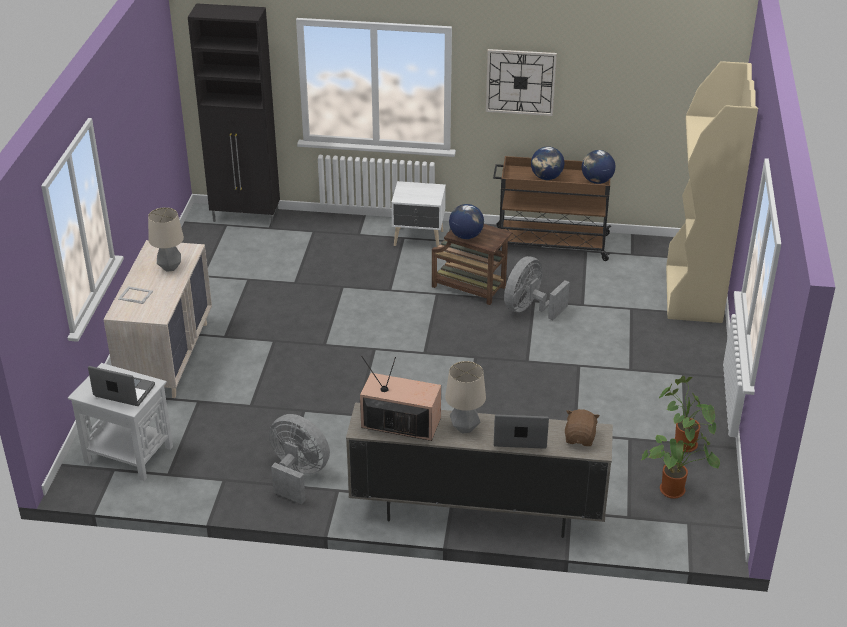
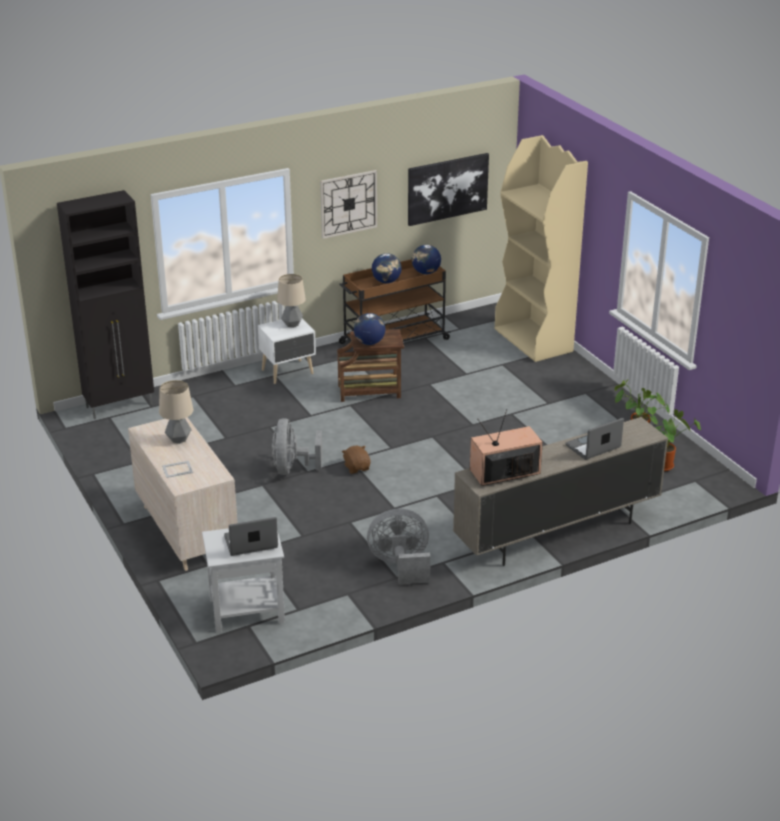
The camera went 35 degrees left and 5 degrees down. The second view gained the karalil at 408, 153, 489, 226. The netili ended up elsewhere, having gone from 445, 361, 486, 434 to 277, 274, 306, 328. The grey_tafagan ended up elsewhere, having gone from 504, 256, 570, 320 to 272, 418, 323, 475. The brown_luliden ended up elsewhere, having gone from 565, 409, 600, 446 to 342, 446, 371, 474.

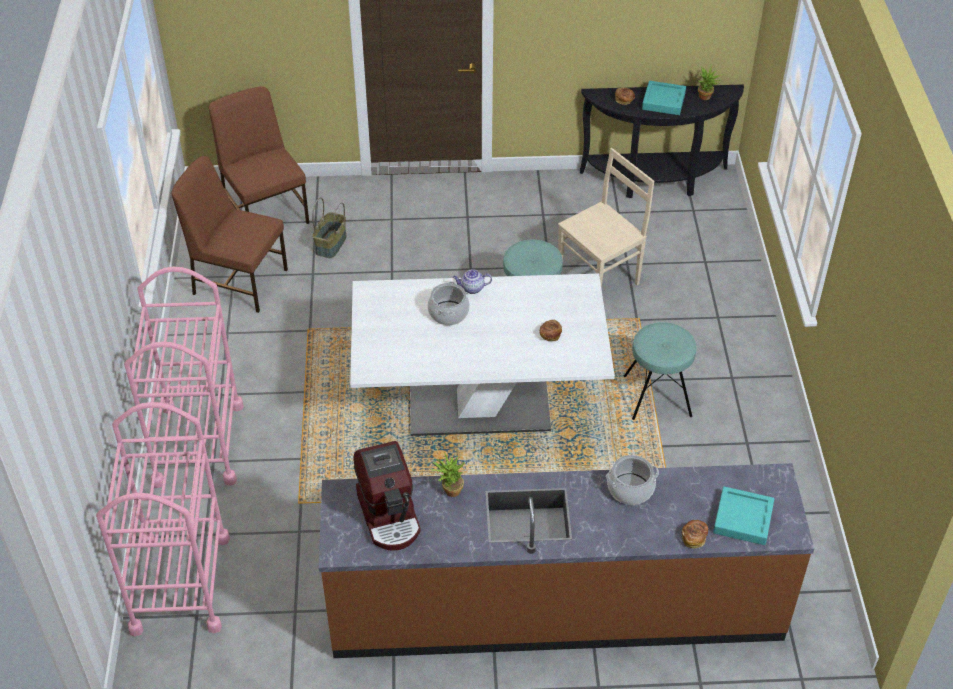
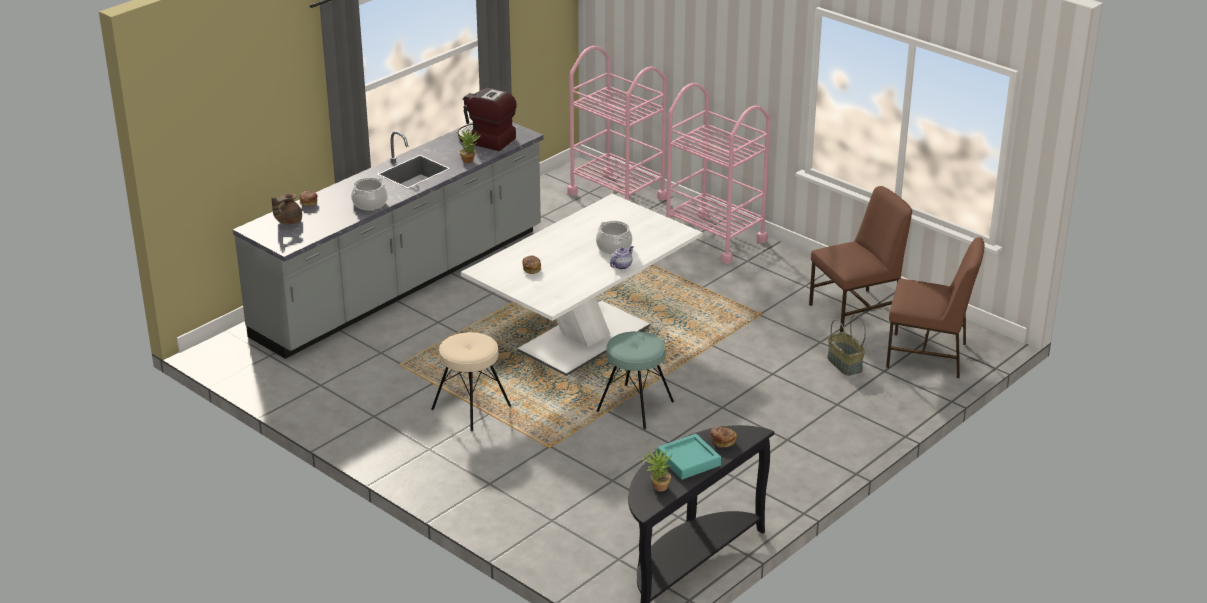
The camera went 135 degrees right and 15 degrees down. The second view lost the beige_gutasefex at 558, 148, 654, 288. Where the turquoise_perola stood at 713, 486, 774, 545, the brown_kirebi came to stand at 272, 193, 302, 225. What was the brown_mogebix at 319, 463, 814, 658 turned into the grey_mogebix at 233, 122, 543, 359. What was the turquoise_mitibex at 624, 322, 697, 420 turned into the beige_mitibex at 431, 332, 511, 431.

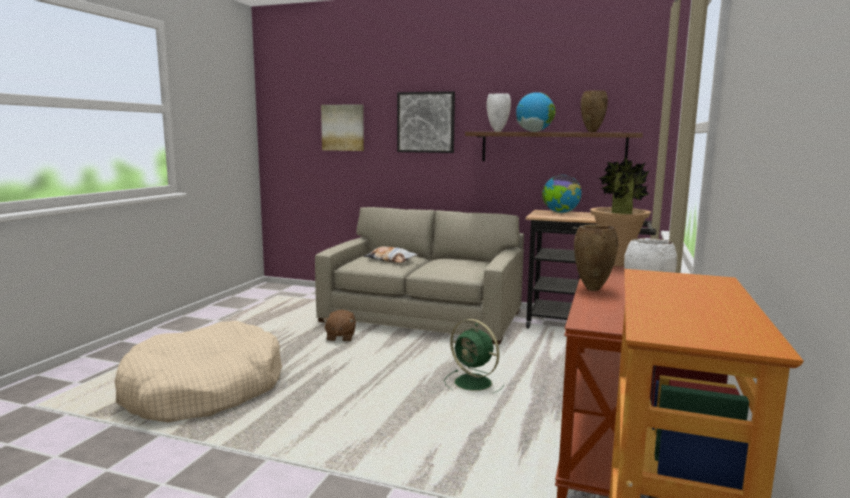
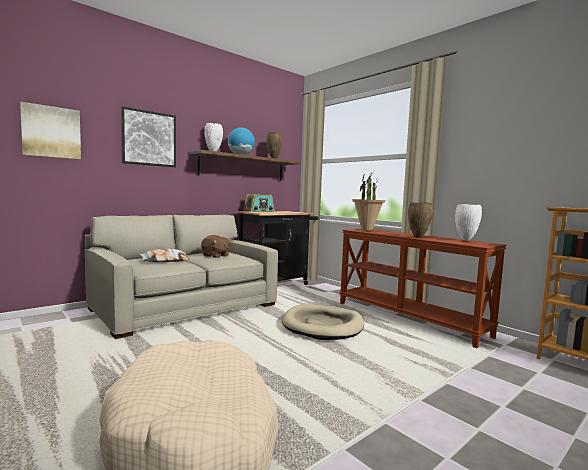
The camera went 60 degrees left and 5 degrees down. The brown_luliden ended up elsewhere, having gone from 323, 310, 356, 341 to 201, 235, 230, 258. Where the green_tafagan stood at 444, 319, 504, 394, the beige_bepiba came to stand at 282, 304, 364, 340. Where the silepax stood at 542, 175, 581, 213, the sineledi came to stand at 244, 194, 274, 212.

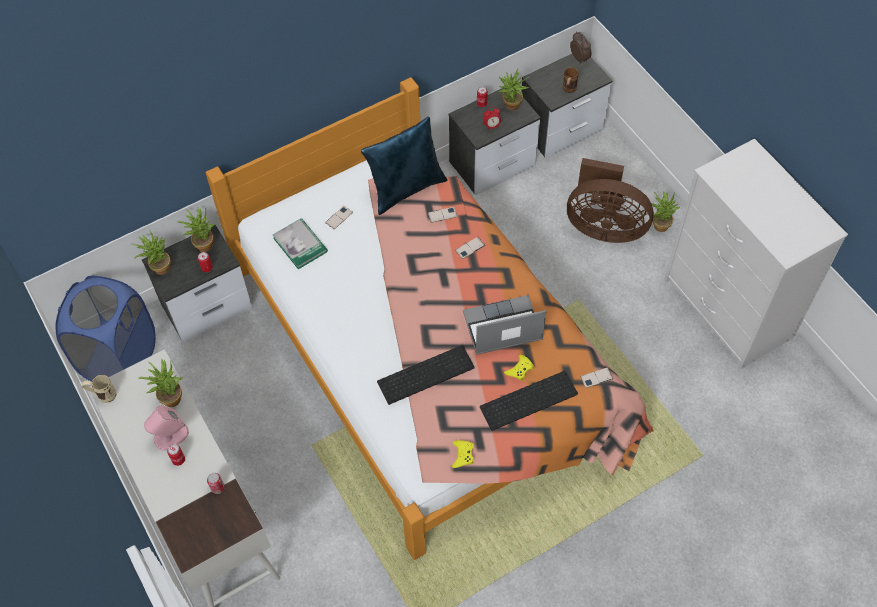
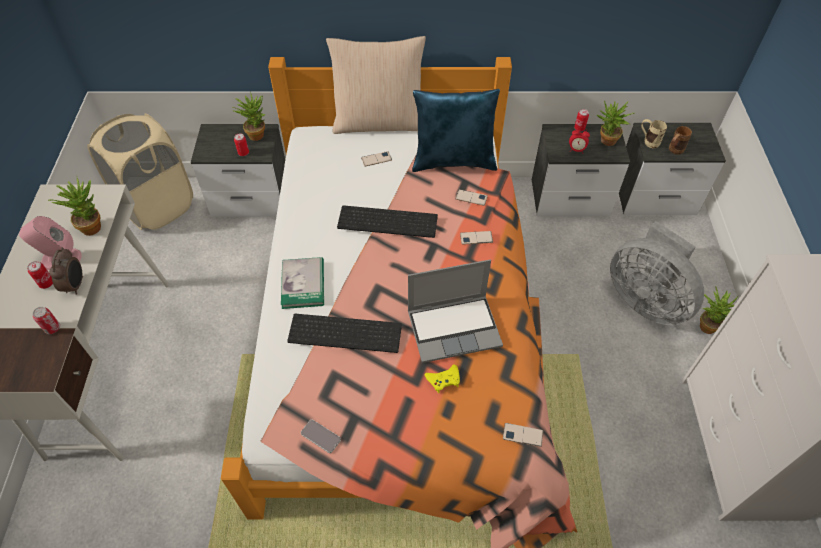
The camera went 30 degrees right and 5 degrees down. The second view lost the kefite at 132, 231, 171, 275. The second view gained the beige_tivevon at 326, 36, 426, 134. The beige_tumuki ended up elsewhere, having gone from 82, 375, 117, 403 to 641, 119, 667, 148. The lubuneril ended up elsewhere, having gone from 273, 218, 328, 269 to 281, 257, 324, 309. The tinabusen ended up elsewhere, having gone from 480, 371, 578, 431 to 337, 205, 438, 238. The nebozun ended up elsewhere, having gone from 570, 31, 591, 64 to 49, 247, 83, 295. Where the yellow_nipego stood at 452, 440, 474, 468, the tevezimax came to stand at 301, 420, 341, 453. What was the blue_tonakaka at 55, 276, 156, 381 turned into the beige_tonakaka at 87, 113, 193, 230. What was the brown_tafagan at 567, 158, 654, 243 turned into the grey_tafagan at 610, 221, 704, 325. The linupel at 463, 295, 547, 355 ended up facing another way, 150 degrees clockwise from before.

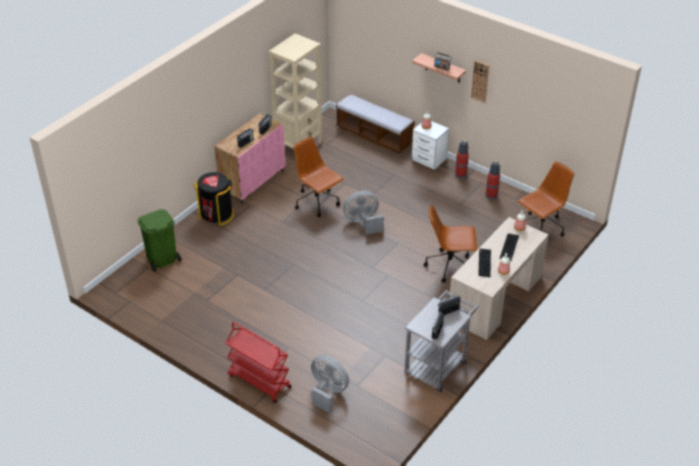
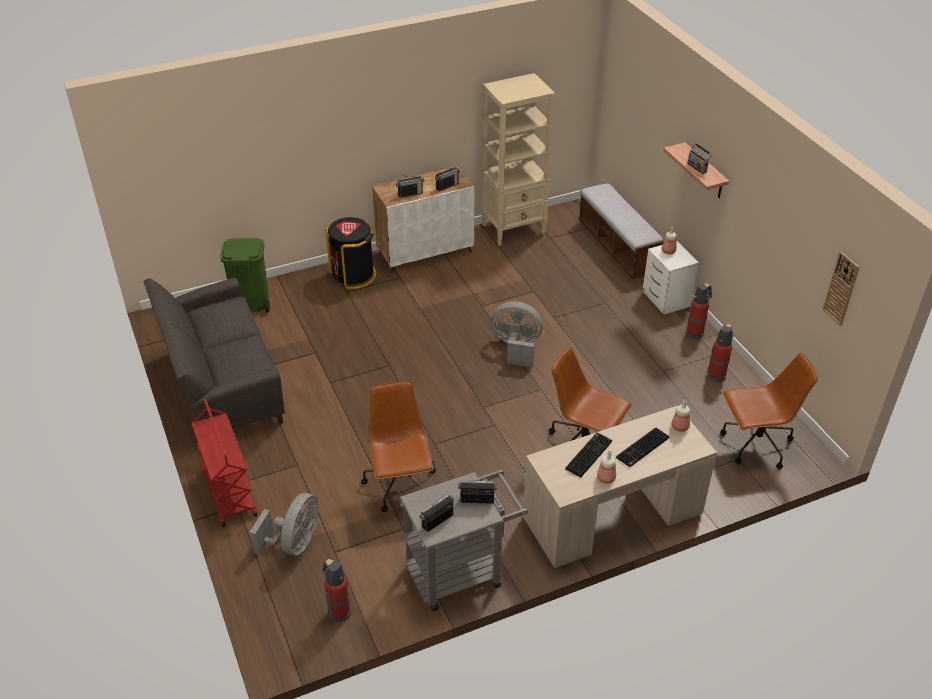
The camera went 30 degrees right and 0 degrees up. The second view gained the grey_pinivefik at 144, 278, 285, 428. The second view gained the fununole at 323, 558, 351, 622. The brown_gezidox ended up elsewhere, having gone from 293, 137, 344, 217 to 361, 382, 436, 512. The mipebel ended up elsewhere, having gone from 471, 60, 489, 103 to 823, 251, 860, 326. What was the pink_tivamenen at 214, 114, 286, 205 turned into the white_tivamenen at 372, 166, 475, 273. The grey_tafagan at 311, 355, 349, 414 ended up facing another way, 45 degrees clockwise from before.

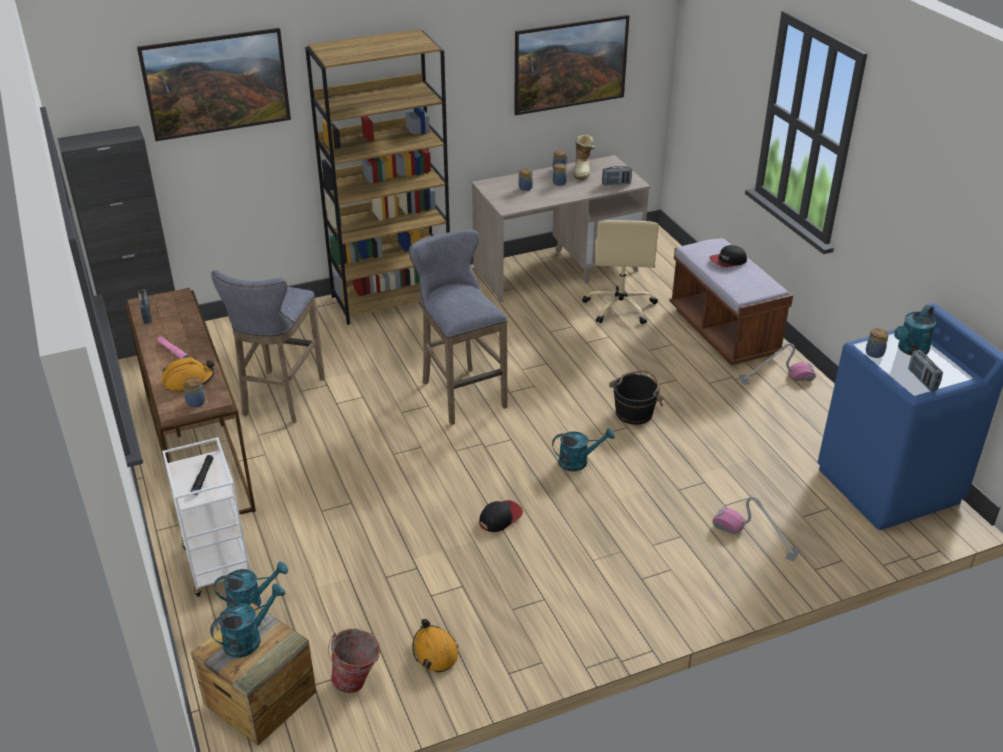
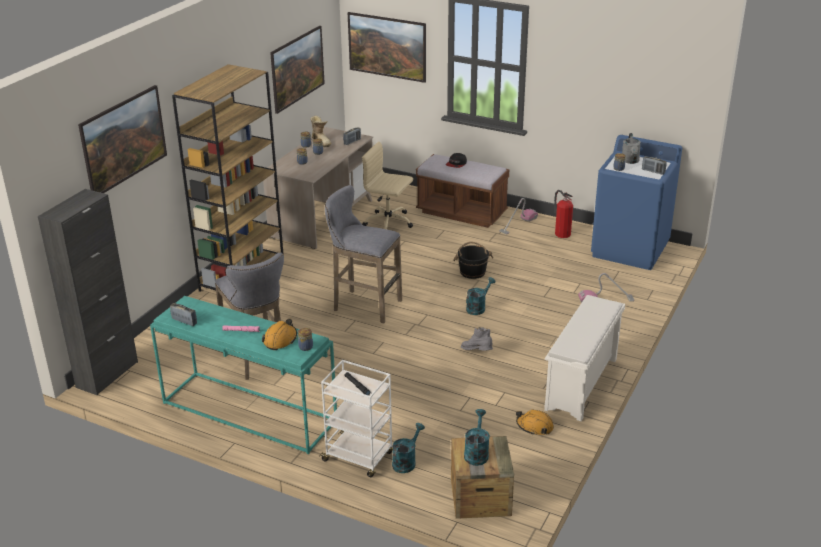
The camera went 40 degrees left and 5 degrees down. The second view lost the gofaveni at 328, 629, 380, 693. The second view gained the karalil at 348, 12, 426, 83. The second view gained the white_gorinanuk at 544, 295, 625, 422. The second view gained the fununole at 554, 190, 573, 238. Where the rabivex stood at 479, 500, 523, 532, the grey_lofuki came to stand at 461, 327, 493, 350. What was the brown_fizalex at 125, 288, 256, 516 turned into the turquoise_fizalex at 150, 296, 337, 454. What was the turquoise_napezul at 894, 305, 936, 356 turned into the grey_napezul at 622, 133, 641, 164. The beige_gezidox at 582, 220, 659, 324 ended up facing another way, 150 degrees clockwise from before.

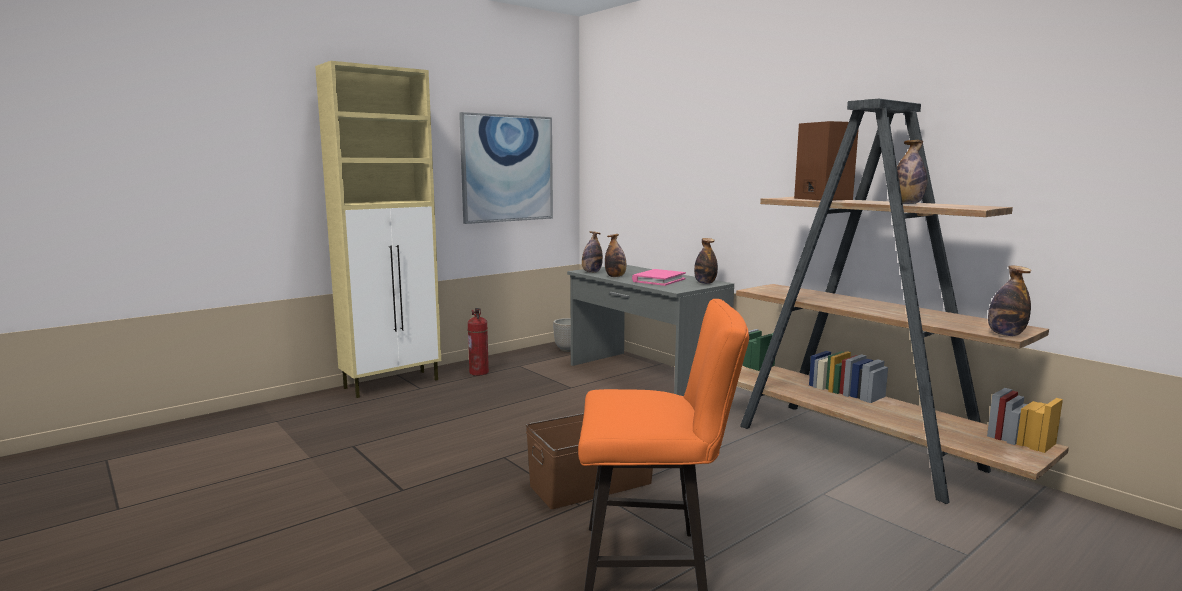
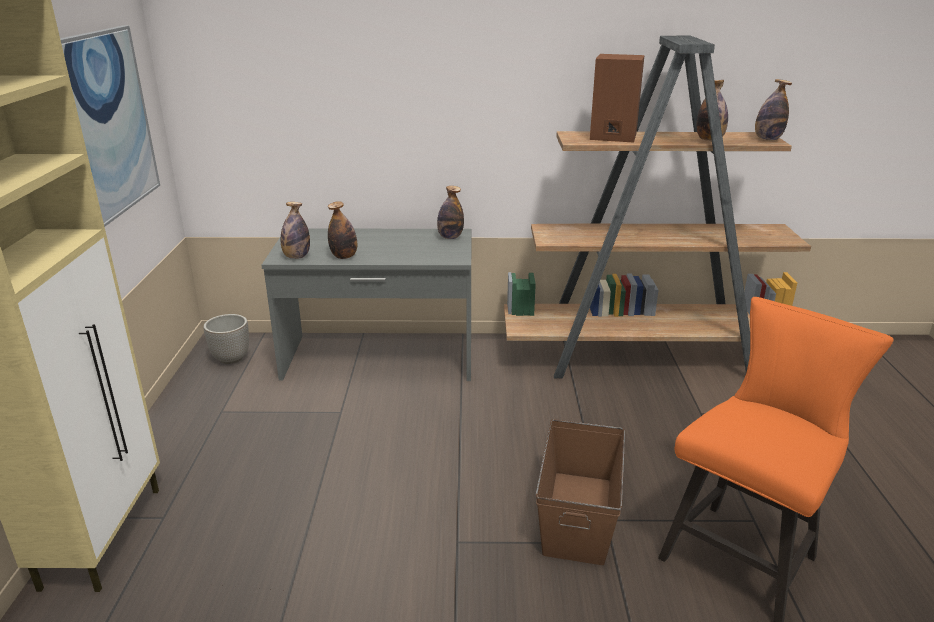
The camera went 50 degrees left and 15 degrees up. The second view lost the fununole at 468, 308, 489, 376. The second view lost the pink_lubuneril at 632, 269, 686, 286. The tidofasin ended up elsewhere, having gone from 988, 266, 1031, 336 to 755, 79, 792, 140.

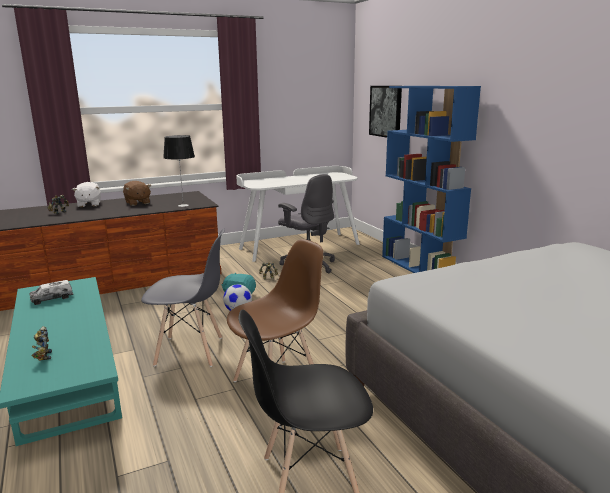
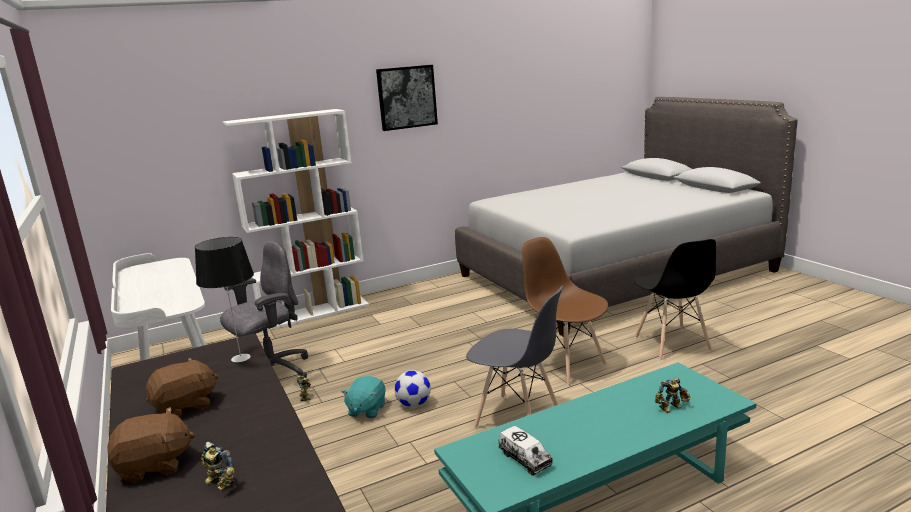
The camera went 90 degrees left and 0 degrees up. The karalil ended up elsewhere, having gone from 369, 86, 402, 138 to 376, 65, 438, 131. What was the white_luliden at 72, 182, 101, 207 turned into the brown_luliden at 107, 407, 195, 483. What was the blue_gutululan at 382, 86, 481, 273 turned into the white_gutululan at 223, 109, 369, 330. The grey_gutasefex at 141, 228, 225, 367 ended up facing another way, 120 degrees clockwise from before.

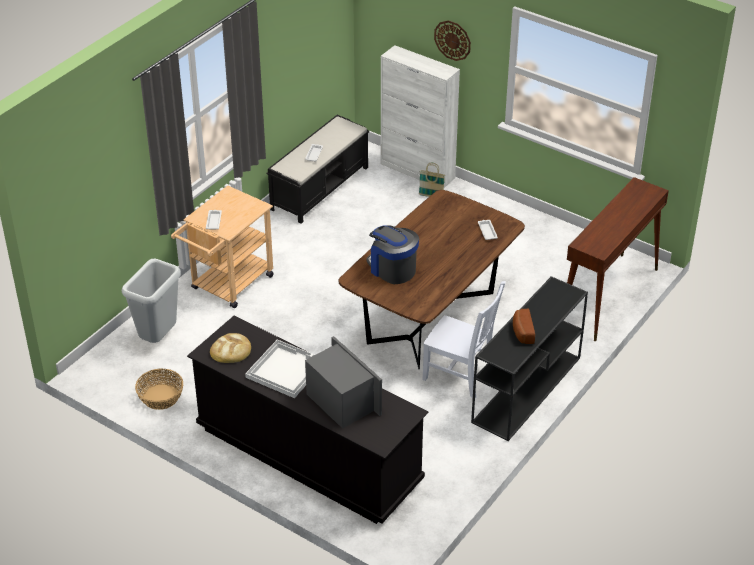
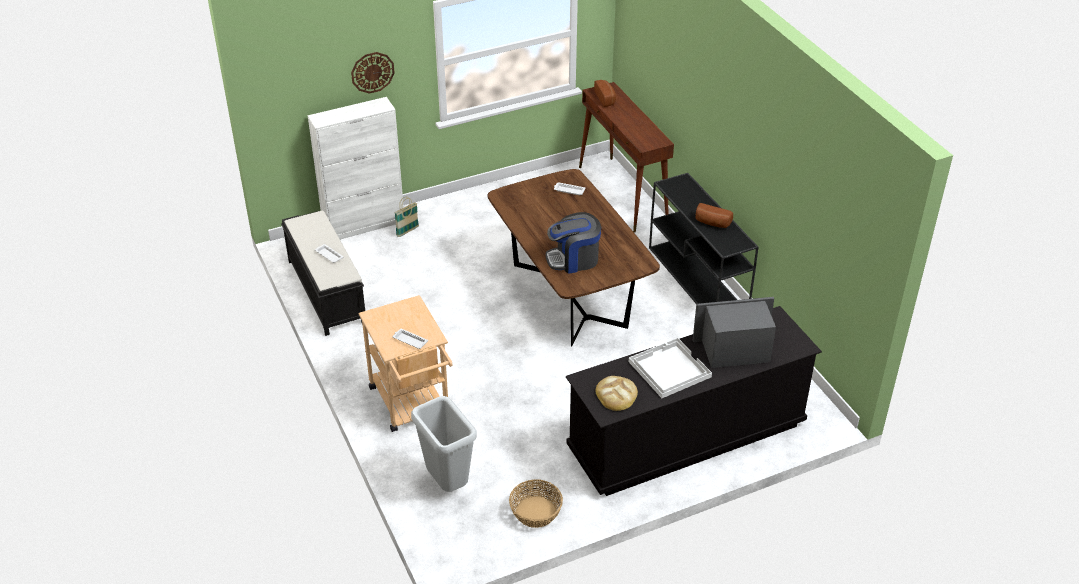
The camera went 60 degrees left and 0 degrees up. The second view lost the white_gutasefex at 422, 281, 506, 398. The second view gained the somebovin at 594, 80, 616, 107.

